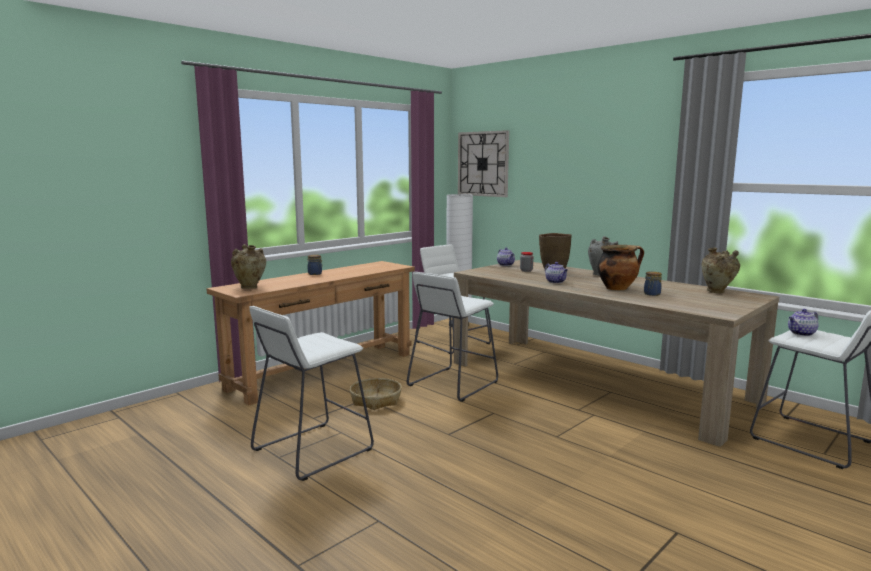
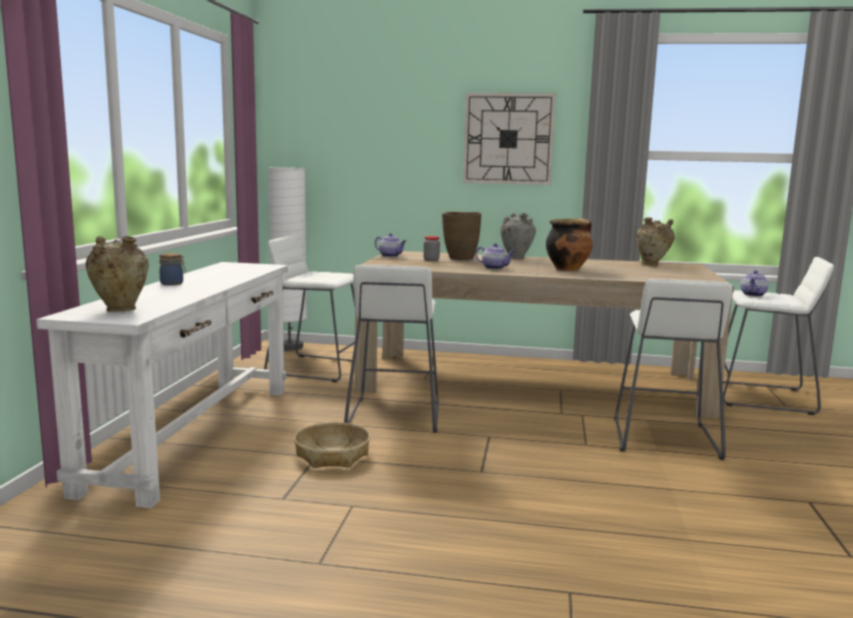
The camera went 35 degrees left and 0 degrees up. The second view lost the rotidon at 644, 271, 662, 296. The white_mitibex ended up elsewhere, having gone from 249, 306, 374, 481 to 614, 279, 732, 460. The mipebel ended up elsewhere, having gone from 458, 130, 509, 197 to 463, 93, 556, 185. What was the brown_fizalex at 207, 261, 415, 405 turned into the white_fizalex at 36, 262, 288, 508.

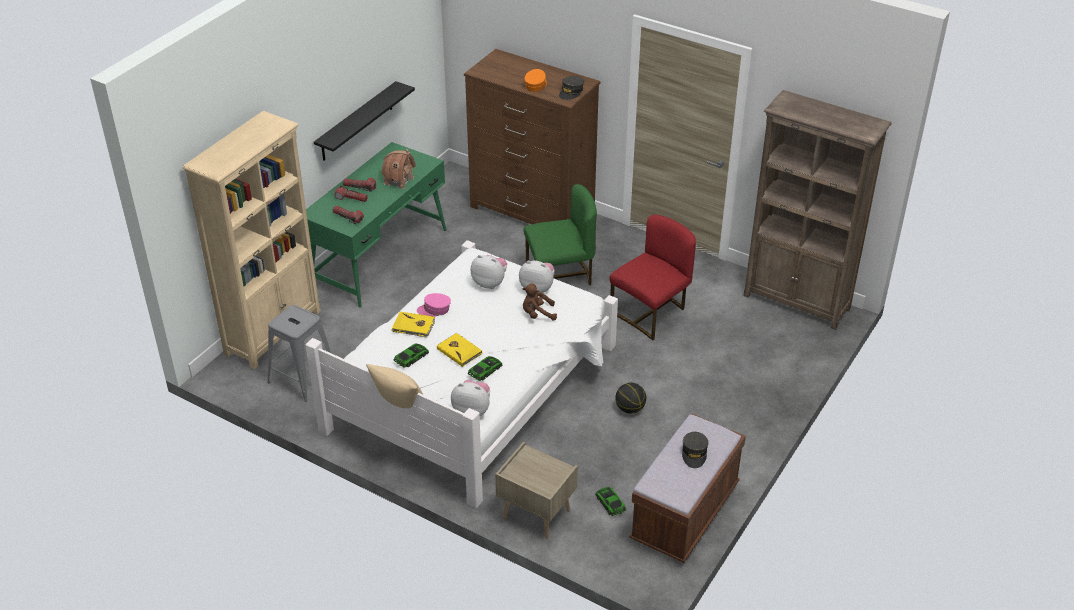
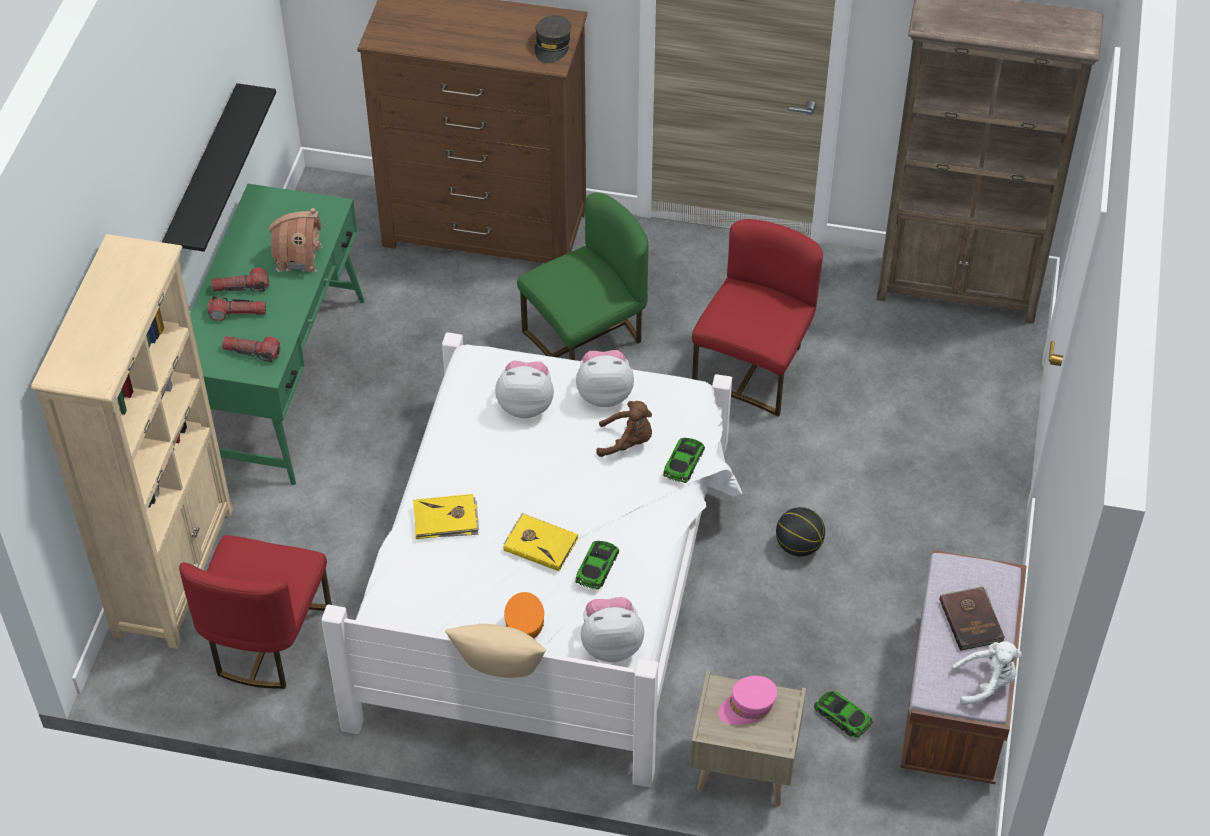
The camera went 20 degrees left and 10 degrees up. The second view gained the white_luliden at 951, 641, 1022, 705. The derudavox ended up elsewhere, having gone from 394, 344, 429, 368 to 663, 438, 705, 483. The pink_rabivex ended up elsewhere, having gone from 417, 293, 451, 317 to 718, 676, 777, 725. The orange_rabivex ended up elsewhere, having gone from 524, 69, 547, 92 to 504, 592, 544, 638. Where the grey_mitibex stood at 267, 305, 331, 402, the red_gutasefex came to stand at 179, 535, 332, 689. Where the grey_rabivex stood at 682, 432, 708, 468, the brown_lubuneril came to stand at 939, 586, 1005, 651. The brown_luliden at 523, 283, 557, 320 ended up facing another way, 150 degrees counterclockwise from before.

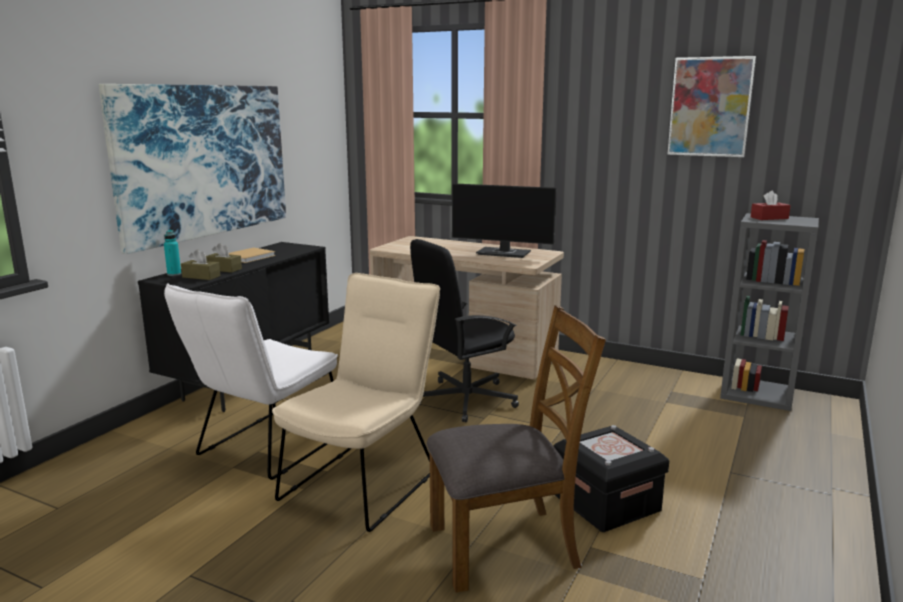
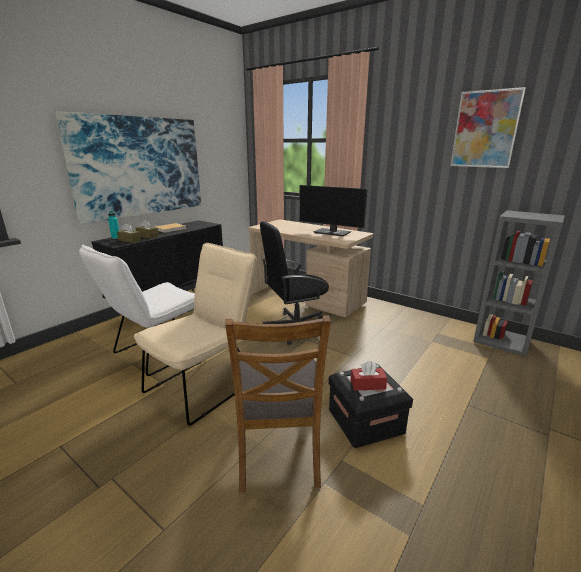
The camera went 10 degrees right and 5 degrees up. The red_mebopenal ended up elsewhere, having gone from 751, 191, 791, 220 to 351, 361, 387, 391. The brown_gutasefex at 427, 305, 606, 593 ended up facing another way, 90 degrees clockwise from before.

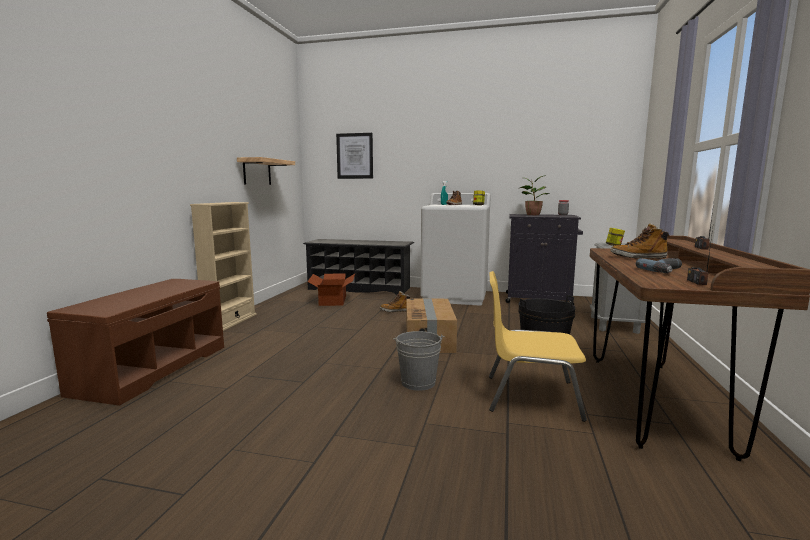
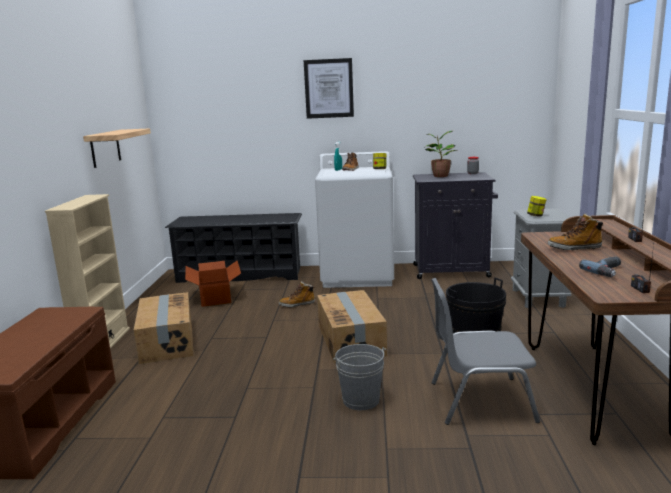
The camera went 10 degrees left and 5 degrees up. The second view gained the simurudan at 134, 292, 194, 364. The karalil ended up elsewhere, having gone from 336, 133, 373, 179 to 304, 58, 354, 119. What was the yellow_gutasefex at 489, 271, 587, 422 turned into the grey_gutasefex at 431, 278, 540, 425.

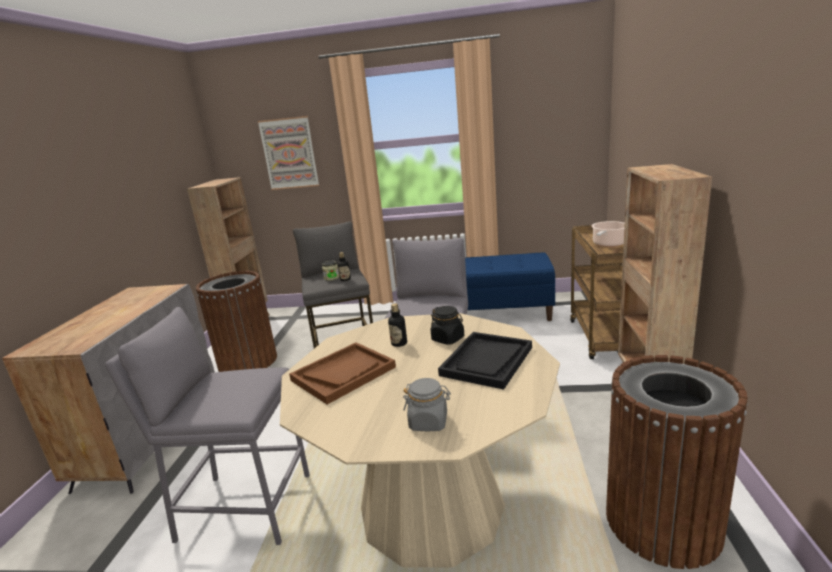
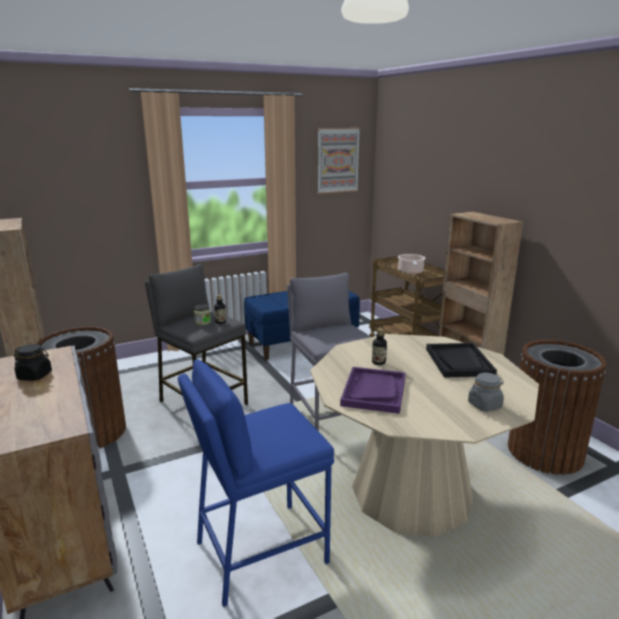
The camera went 35 degrees left and 0 degrees up. The karalil ended up elsewhere, having gone from 258, 116, 319, 190 to 318, 128, 360, 194. The black_rotidon ended up elsewhere, having gone from 431, 306, 464, 345 to 14, 344, 52, 381. What was the grey_mitibex at 105, 307, 310, 545 turned into the blue_mitibex at 178, 359, 334, 607. What was the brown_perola at 289, 342, 396, 404 turned into the purple_perola at 340, 367, 406, 414.

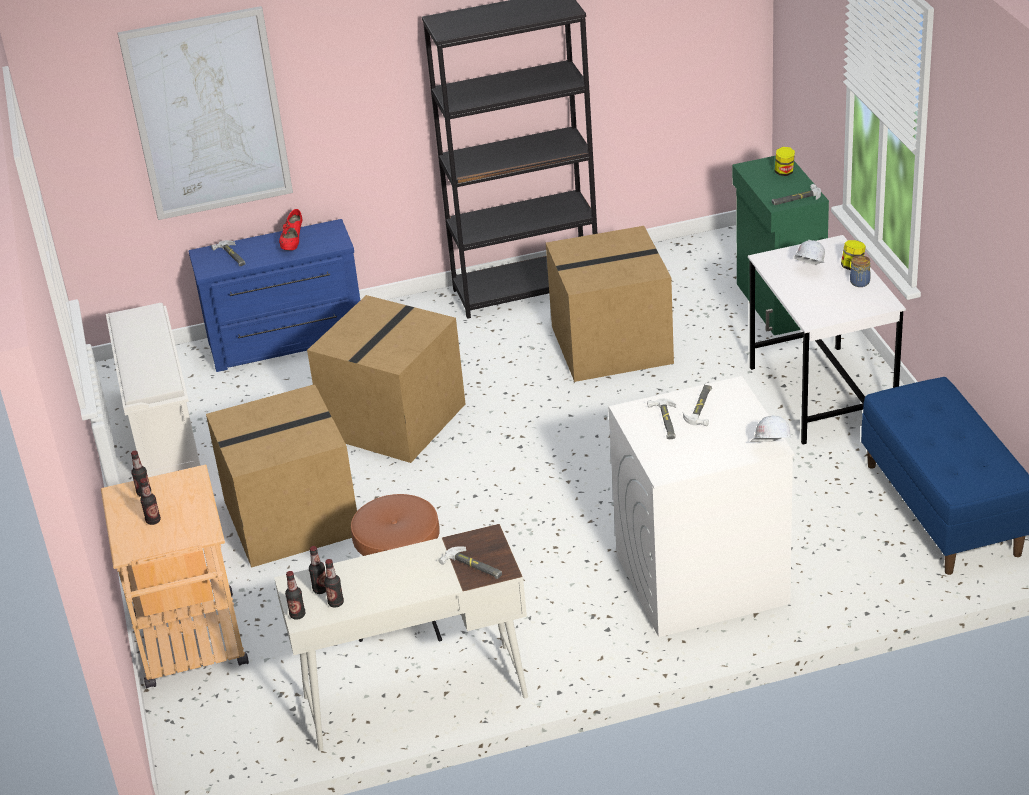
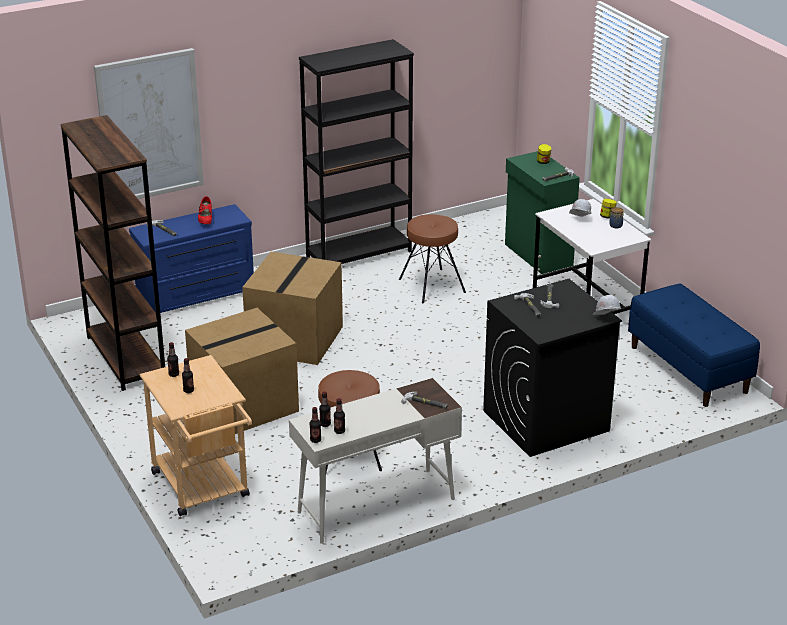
The camera went 15 degrees left and 5 degrees down. Where the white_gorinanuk stood at 106, 303, 200, 477, the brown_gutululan came to stand at 60, 115, 165, 391. Where the simurudan stood at 546, 226, 674, 382, the brown_mitibex came to stand at 399, 214, 466, 303. What was the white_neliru at 608, 376, 795, 637 turned into the black_neliru at 483, 279, 622, 457.

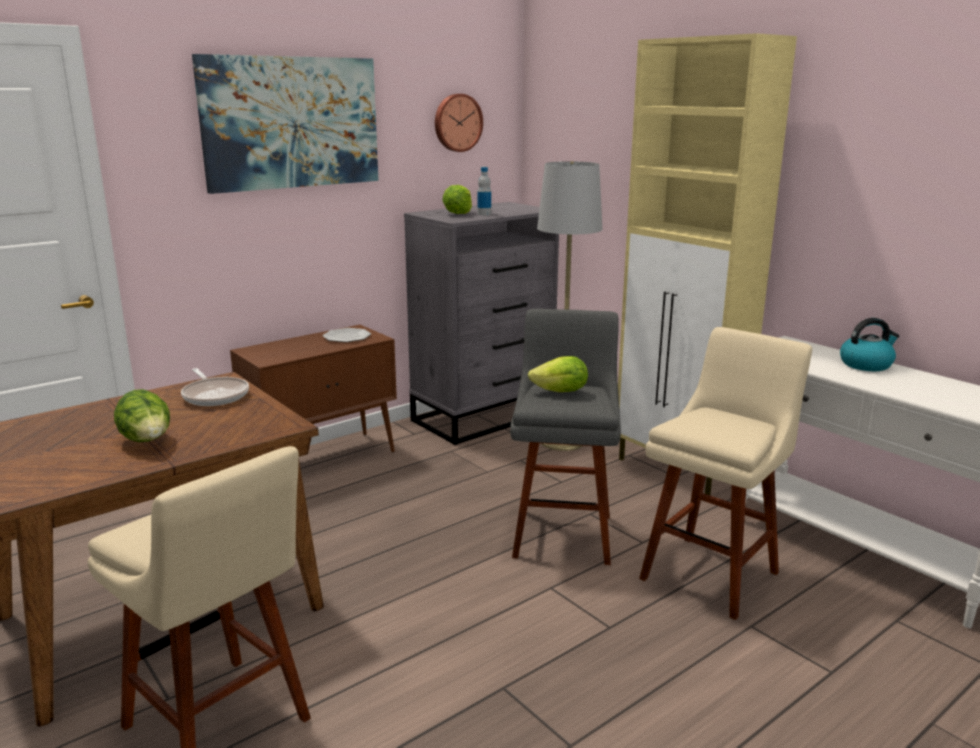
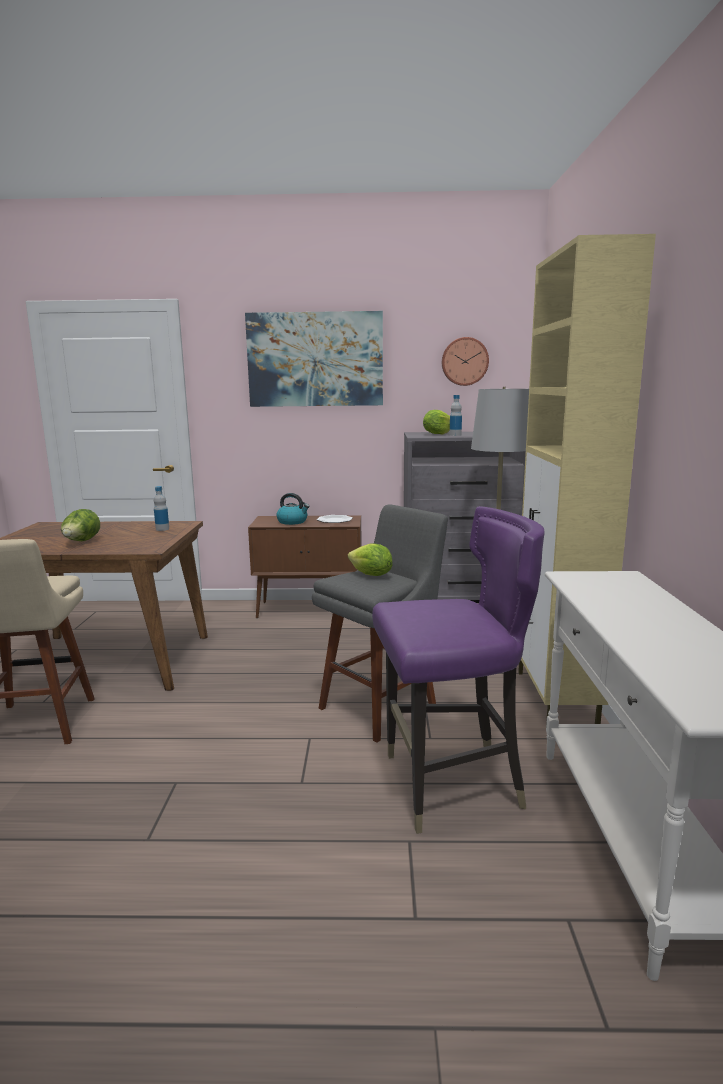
The camera went 40 degrees right and 5 degrees down. The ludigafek ended up elsewhere, having gone from 840, 318, 899, 371 to 276, 493, 310, 525. Where the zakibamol stood at 181, 368, 249, 406, the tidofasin came to stand at 154, 486, 169, 531. Where the beige_mitibex stood at 639, 327, 812, 620, the purple_gutasefex came to stand at 372, 506, 545, 834.

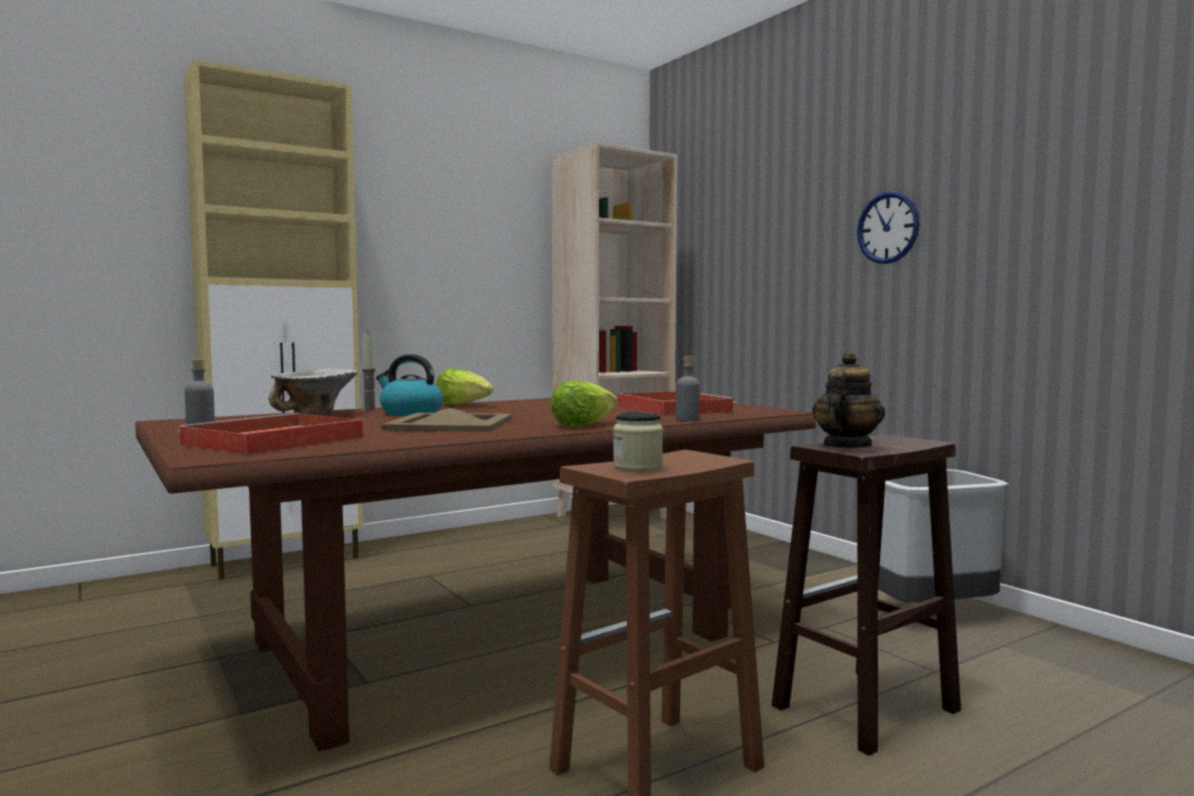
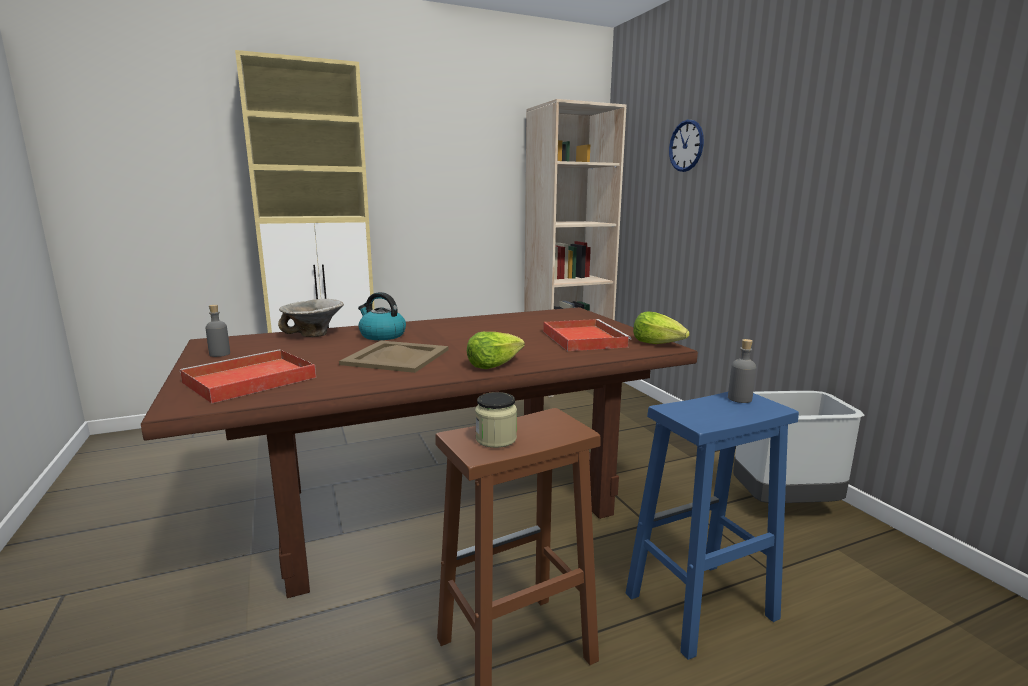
The camera went 10 degrees right and 10 degrees up. The second view lost the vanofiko at 361, 330, 377, 411. The second view lost the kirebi at 812, 352, 885, 448. The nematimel ended up elsewhere, having gone from 436, 368, 494, 405 to 633, 312, 690, 344. The grey_tidofasin ended up elsewhere, having gone from 676, 356, 700, 421 to 728, 339, 757, 403. The mipebel ended up elsewhere, having gone from 857, 191, 919, 264 to 669, 120, 704, 172. What was the brown_mitibex at 772, 434, 961, 756 turned into the blue_mitibex at 626, 392, 799, 660.

